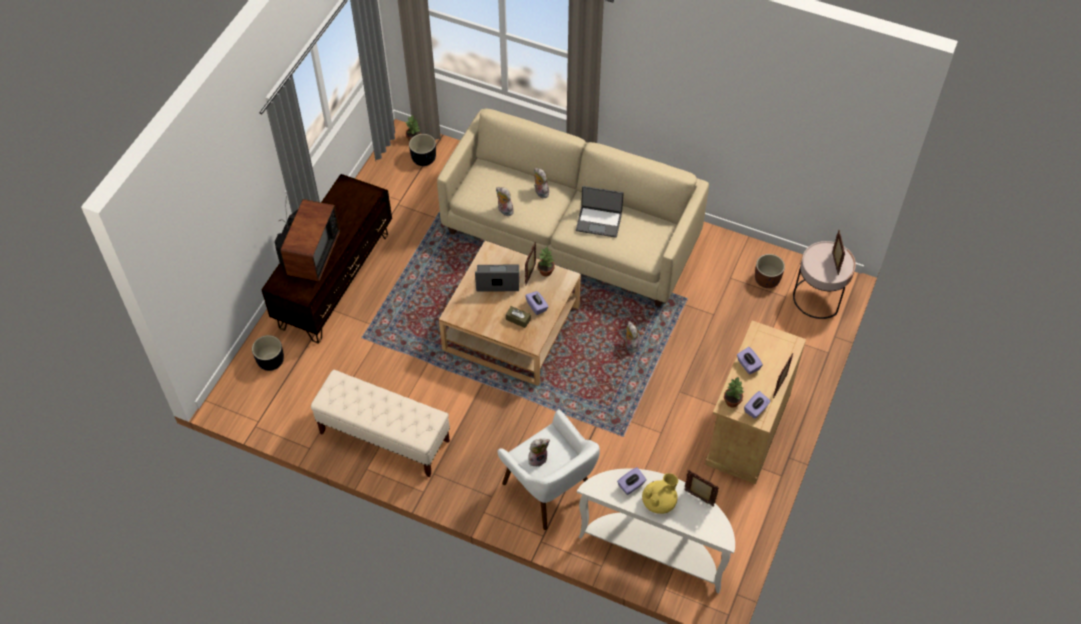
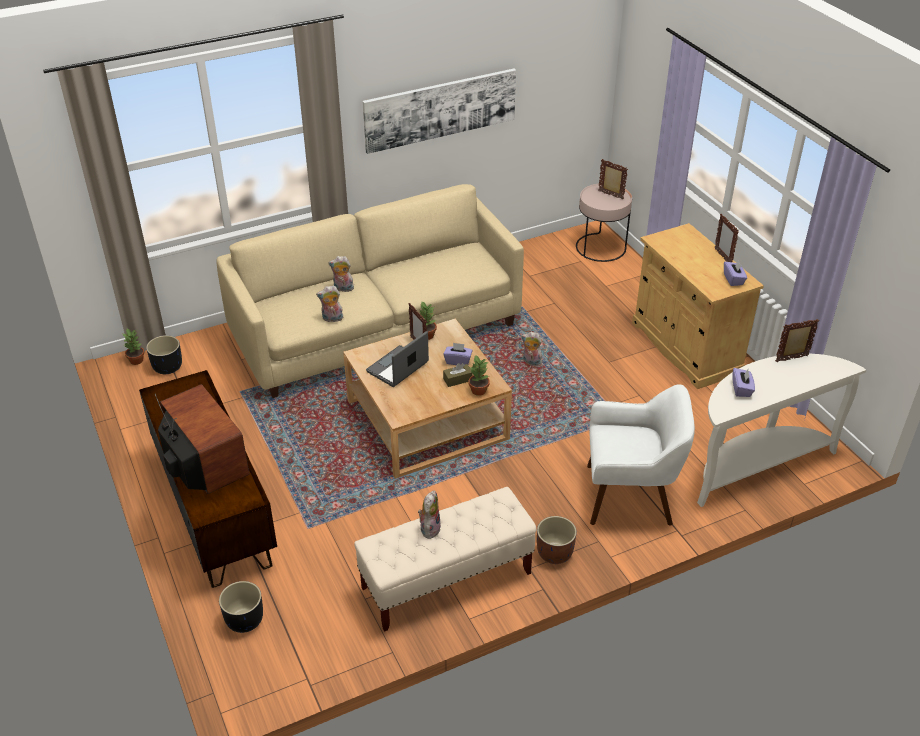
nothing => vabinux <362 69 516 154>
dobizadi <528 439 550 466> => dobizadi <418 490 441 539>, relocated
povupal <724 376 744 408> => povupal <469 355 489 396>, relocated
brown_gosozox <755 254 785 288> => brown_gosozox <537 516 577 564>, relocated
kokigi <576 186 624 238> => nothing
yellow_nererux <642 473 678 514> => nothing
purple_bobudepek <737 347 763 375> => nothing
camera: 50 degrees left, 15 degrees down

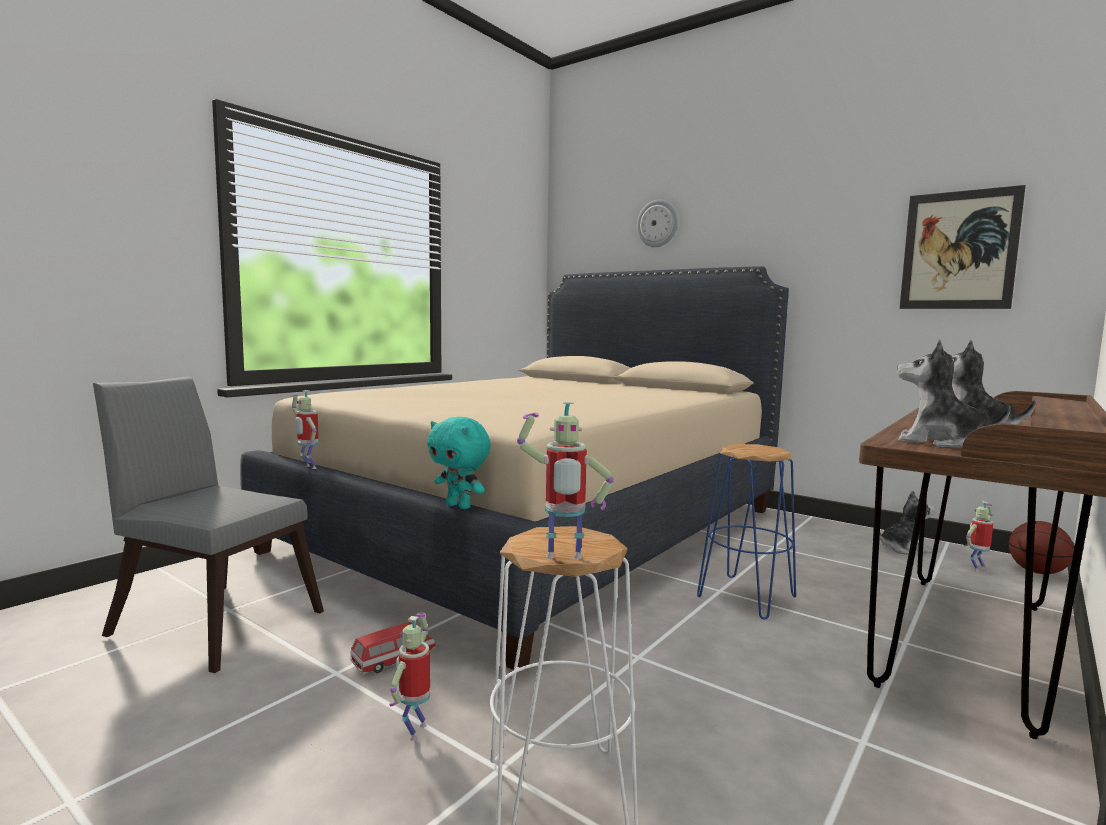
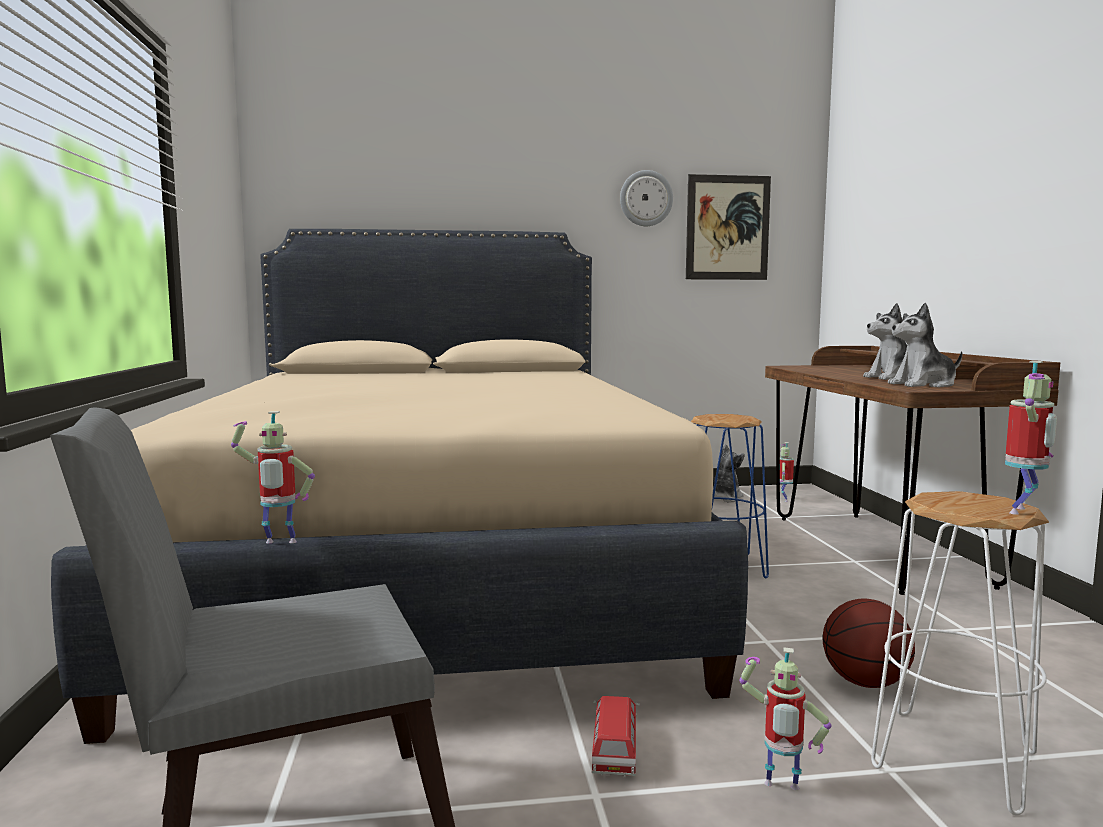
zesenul <637 199 678 247> => zesenul <620 170 673 226>, relocated
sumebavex <389 613 430 741> => sumebavex <739 647 831 790>, 45 degrees counterclockwise
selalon <1009 521 1074 574> => selalon <822 599 915 688>, relocated
turquoise_dobizadi <427 417 491 509> => nothing
camera: 45 degrees left, 0 degrees up

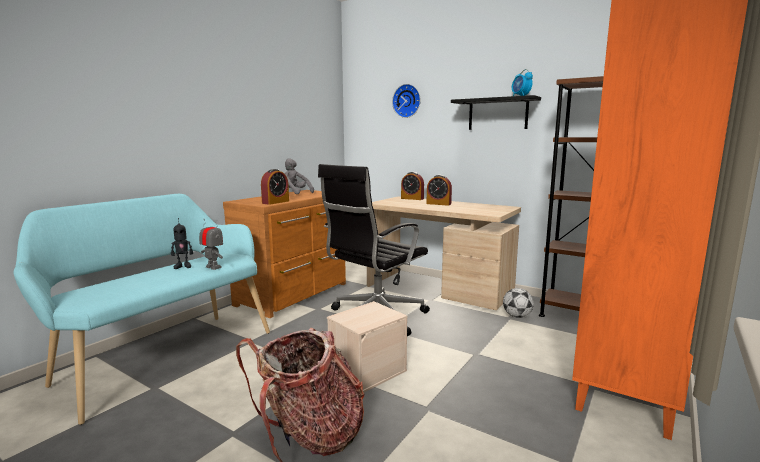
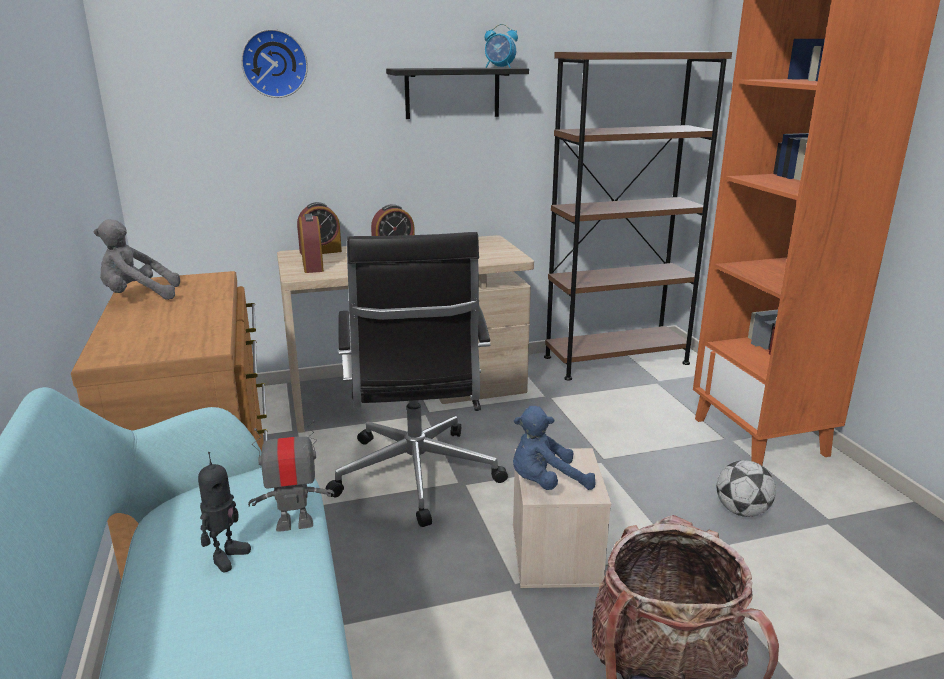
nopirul <261 169 289 205> => nopirul <299 214 324 273>, relocated
nothing => blue_dobizadi <513 406 596 490>
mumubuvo <503 288 534 318> => mumubuvo <717 460 776 517>, relocated
camera: 50 degrees left, 10 degrees up

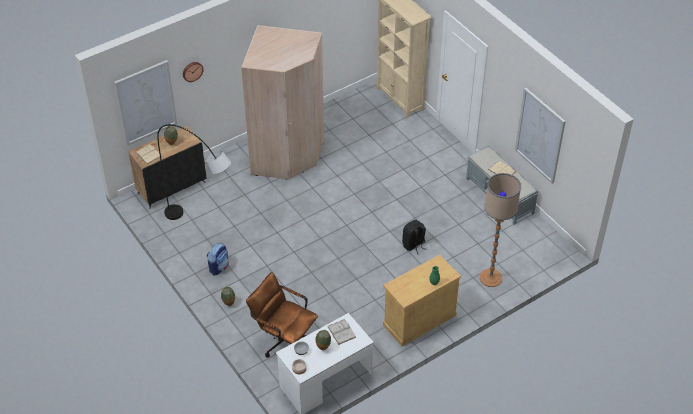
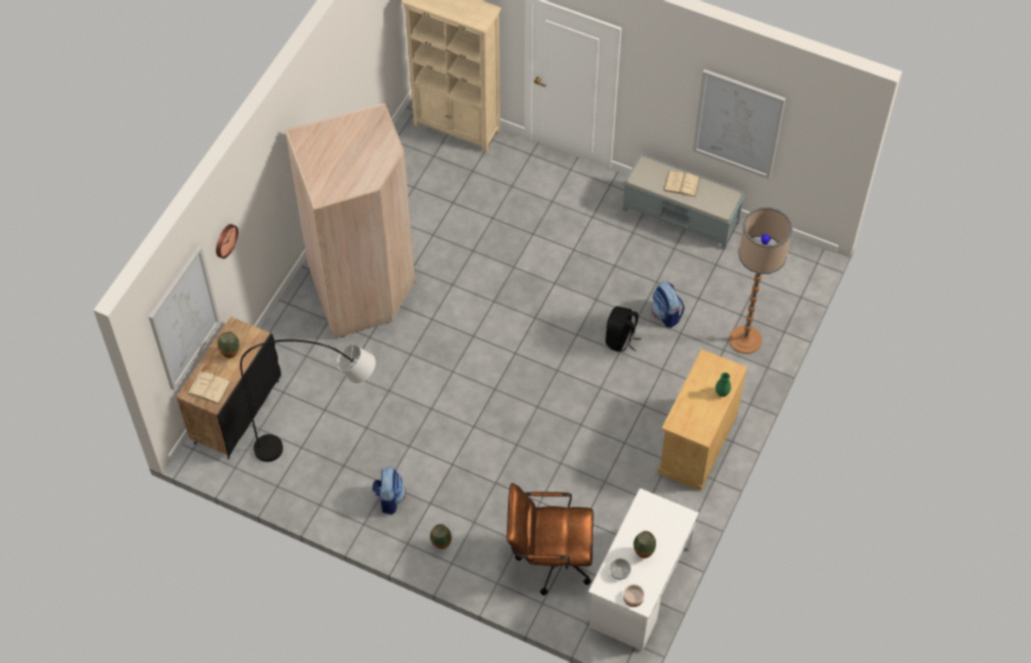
nothing => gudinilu <651 282 685 328>
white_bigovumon <327 319 356 345> => nothing
camera: 30 degrees left, 10 degrees up

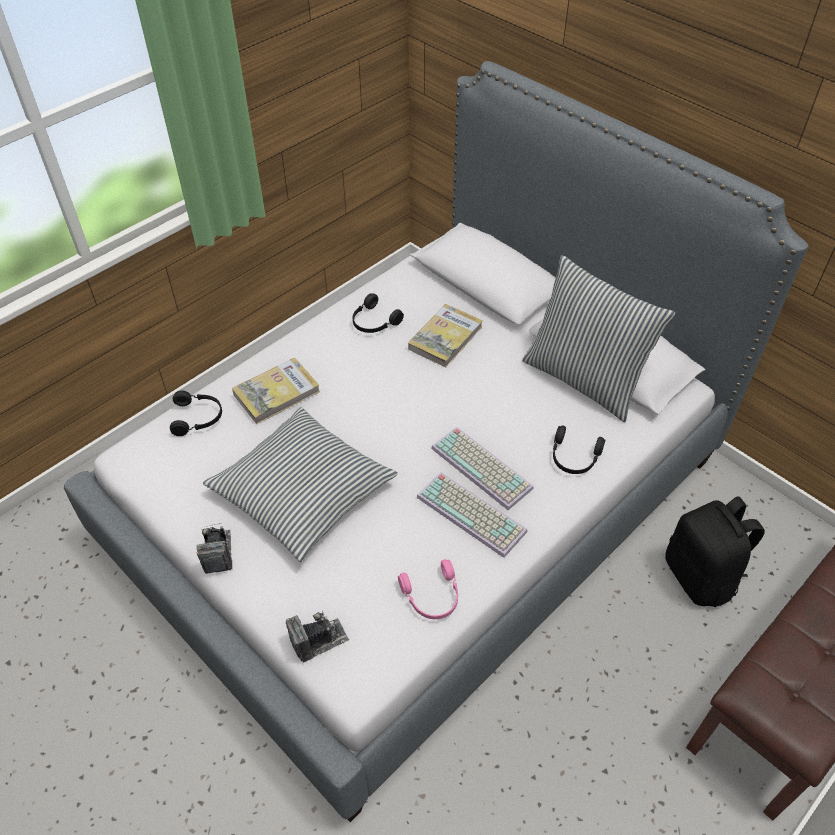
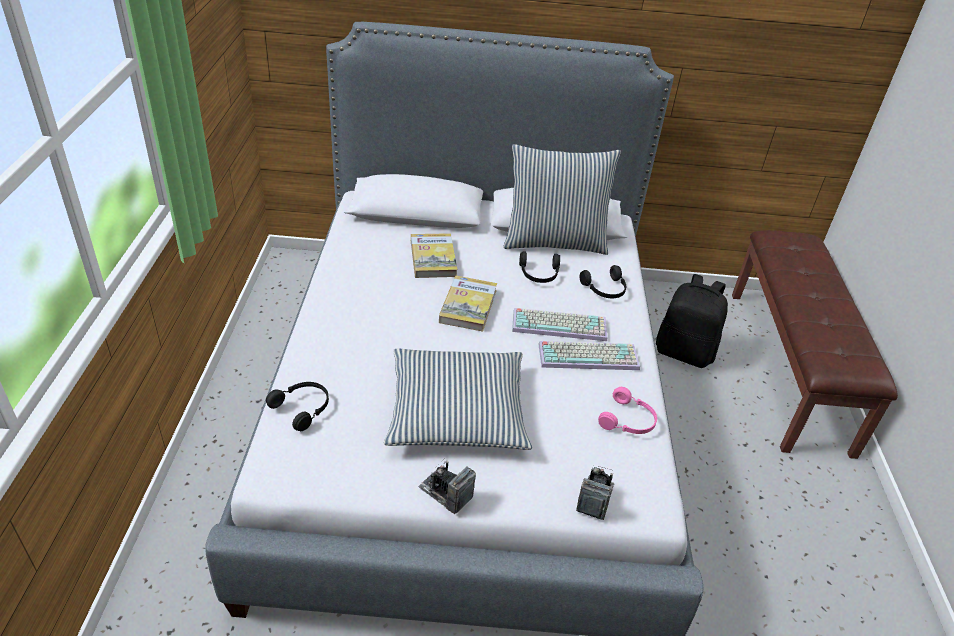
bigovumon <232 358 320 424> => bigovumon <439 276 497 332>, relocated
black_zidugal <353 293 404 333> => black_zidugal <519 251 560 283>, relocated
camera: 45 degrees left, 10 degrees down

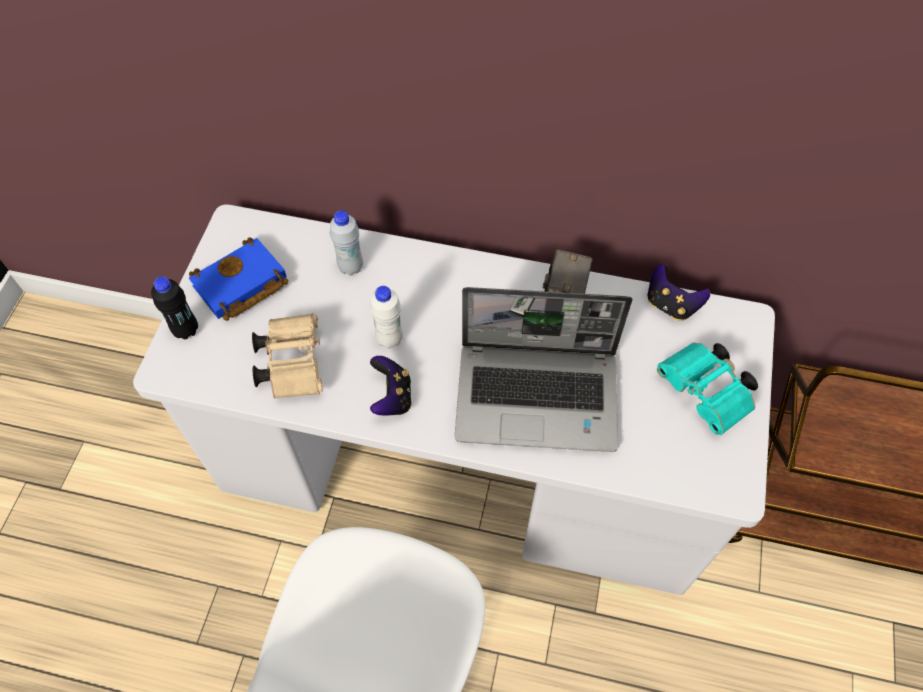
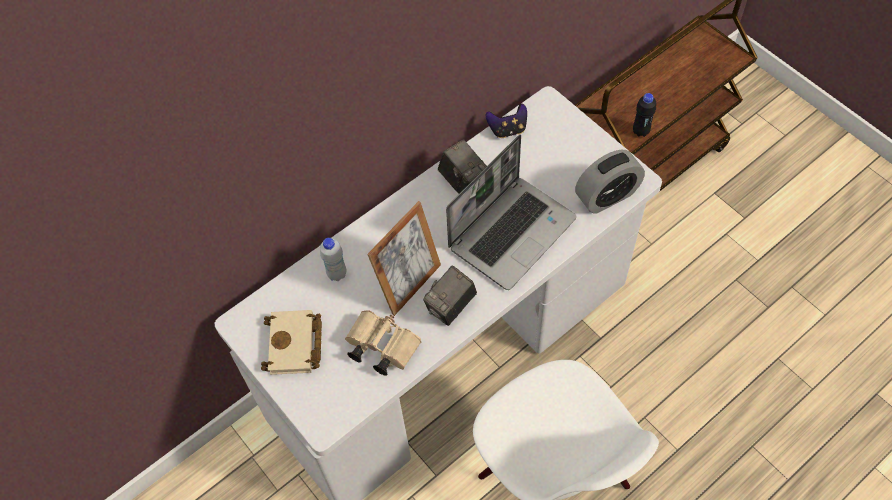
blue_bigovumon <189 237 288 321> => beige_bigovumon <261 310 322 375>
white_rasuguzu <370 286 403 348> => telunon <367 201 441 316>
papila <370 356 412 416> => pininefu <423 266 477 326>
nothing => nopirul <575 150 645 214>
black_rasuguzu <151 276 198 339> => black_rasuguzu <633 93 656 137>, relocated
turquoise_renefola <657 343 758 435> => nothing
camera: 50 degrees left, 0 degrees up

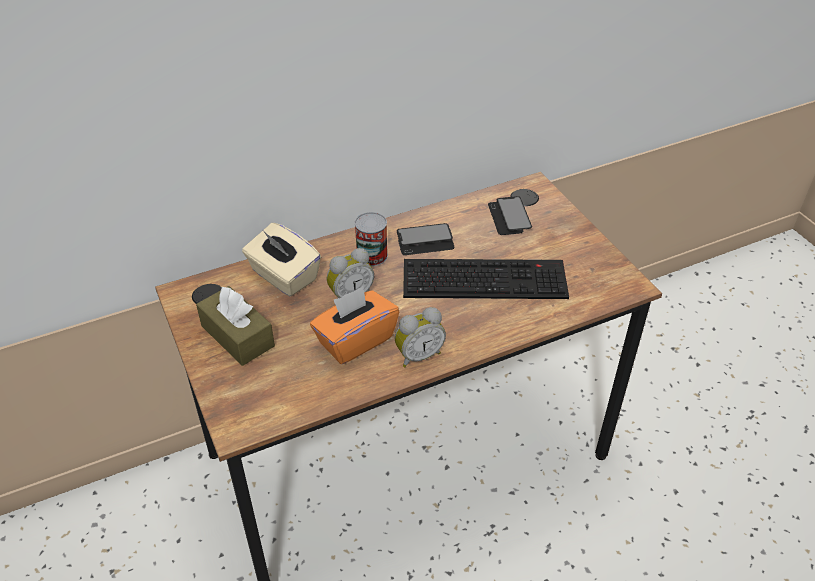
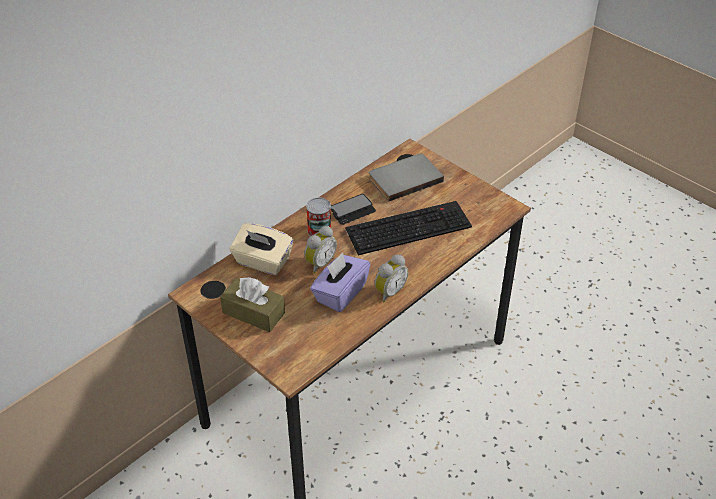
orange_bobudepek <310 287 399 364> => purple_bobudepek <310 252 370 312>
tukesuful <488 196 532 235> => grey_bigovumon <369 154 444 202>
camera: 20 degrees left, 0 degrees up

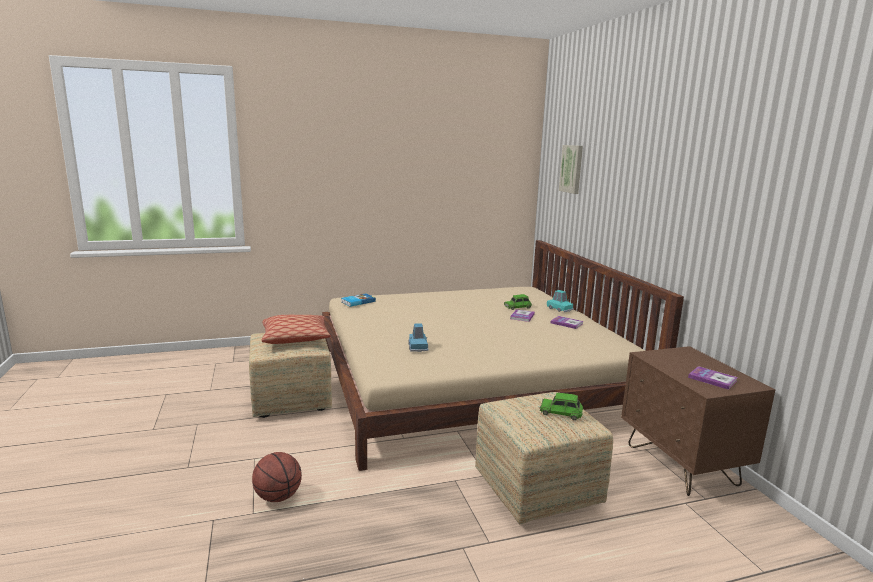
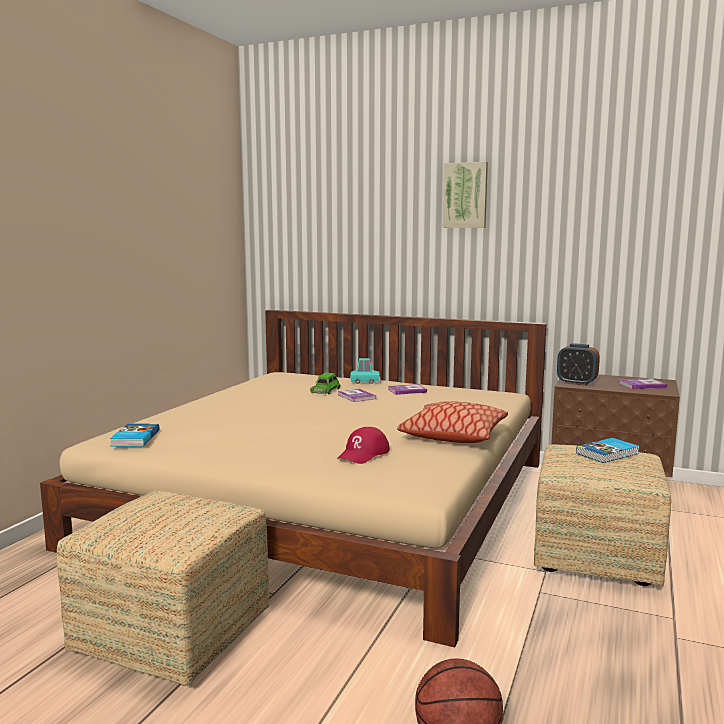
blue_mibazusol <408 323 429 352> => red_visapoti <337 427 390 464>
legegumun <261 315 331 344> => legegumun <397 401 508 443>, relocated
vabinux <559 145 583 194> => vabinux <443 162 488 228>, relocated
nothing => nopirul <557 343 600 386>
green_mibazusol <540 393 583 420> => bigovumon <576 438 640 463>
camera: 50 degrees left, 5 degrees down

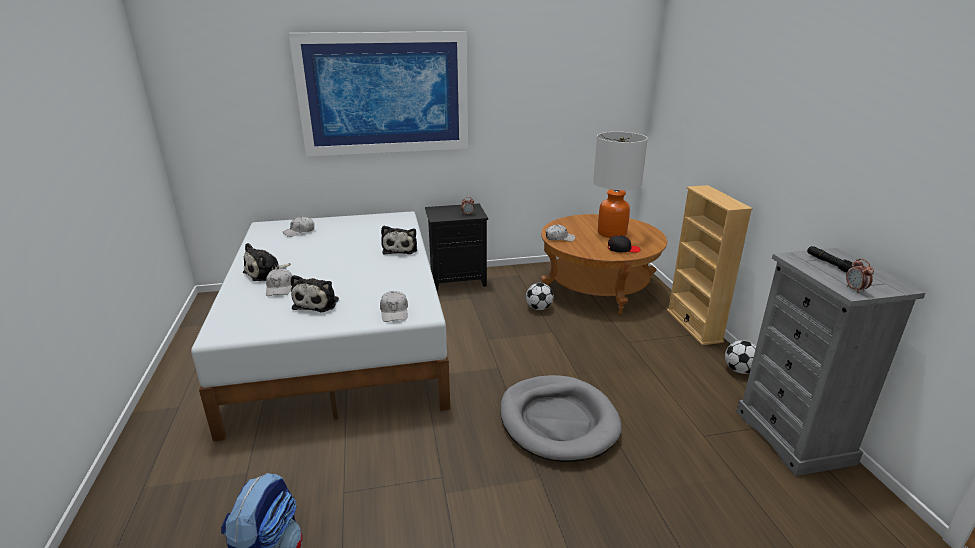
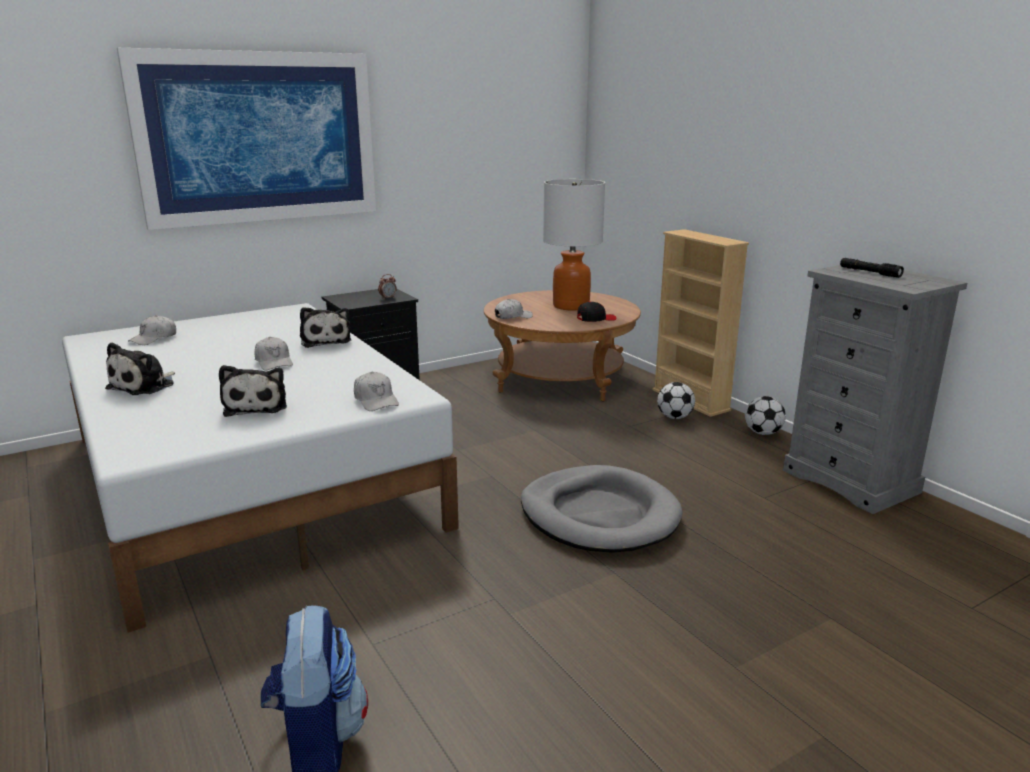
white_visapoti <266 269 292 296> => white_visapoti <255 337 293 371>, relocated
mumubuvo <526 283 554 310> => mumubuvo <657 382 695 419>, relocated
nopirul <846 258 874 293> => nothing
camera: 20 degrees left, 5 degrees down

